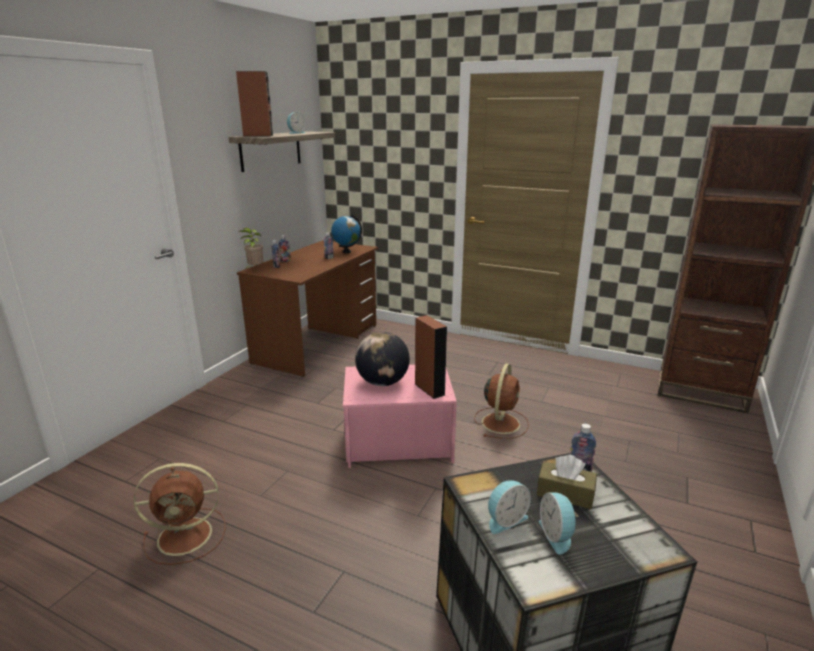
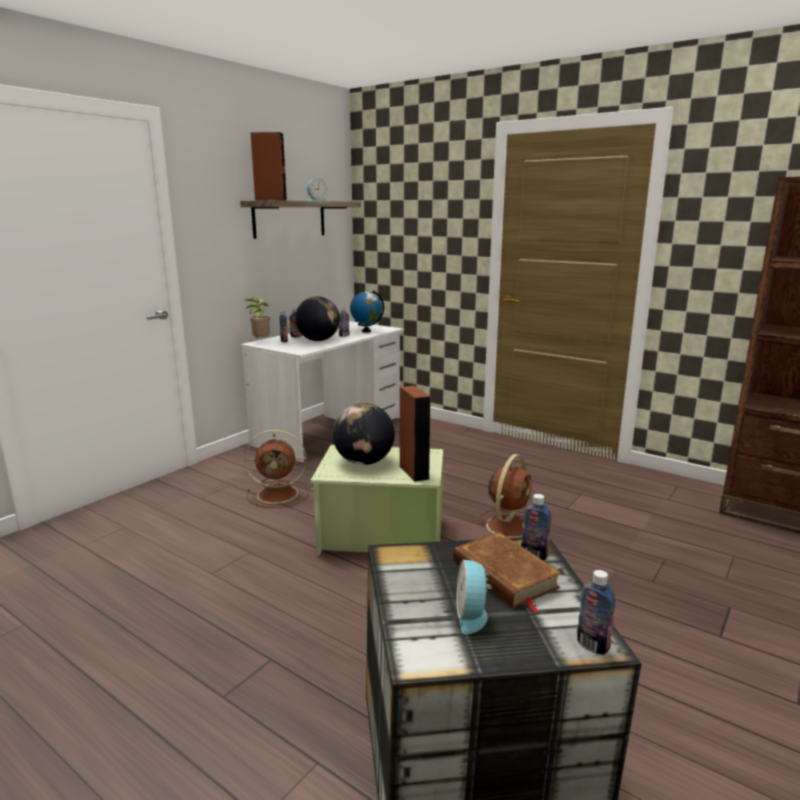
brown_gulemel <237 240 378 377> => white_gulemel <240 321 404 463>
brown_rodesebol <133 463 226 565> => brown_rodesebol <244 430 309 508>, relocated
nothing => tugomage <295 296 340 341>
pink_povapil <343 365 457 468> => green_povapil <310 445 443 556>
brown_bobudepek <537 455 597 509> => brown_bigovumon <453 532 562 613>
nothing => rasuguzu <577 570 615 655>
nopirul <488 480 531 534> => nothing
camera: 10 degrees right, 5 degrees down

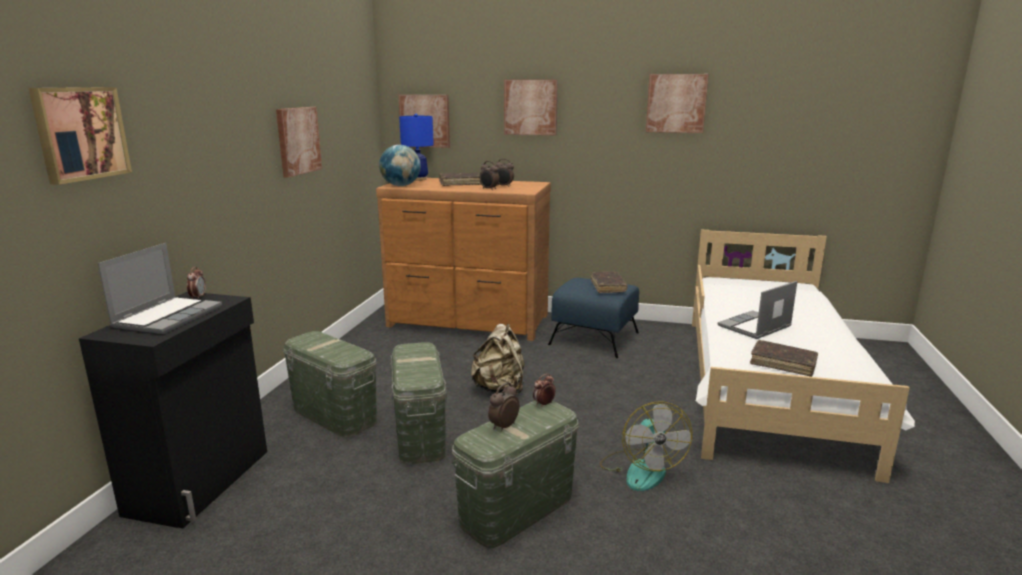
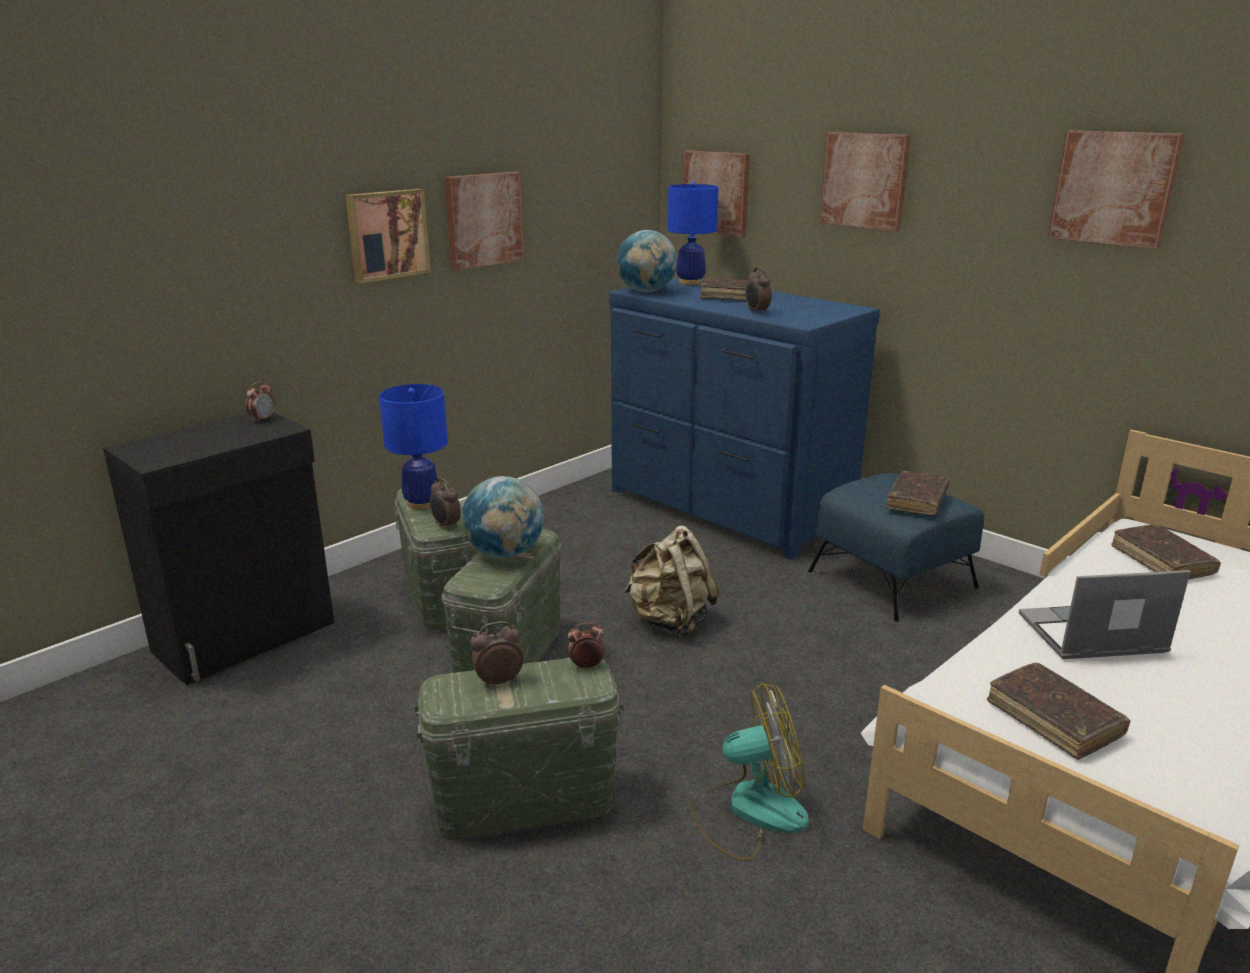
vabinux <28 87 132 185> => vabinux <346 189 431 283>, relocated
nothing => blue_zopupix <379 384 448 510>
nopirul <495 159 514 187> => nopirul <430 478 461 531>, relocated
nothing => tugomage <462 476 544 558>
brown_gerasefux <376 178 551 341> => blue_gerasefux <609 277 880 560>
rodesebol <600 402 693 491> => rodesebol <690 683 809 861>, 120 degrees counterclockwise
nothing => brown_bigovumon <1111 525 1221 579>
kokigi <98 243 222 334> => nothing
camera: 30 degrees right, 5 degrees up

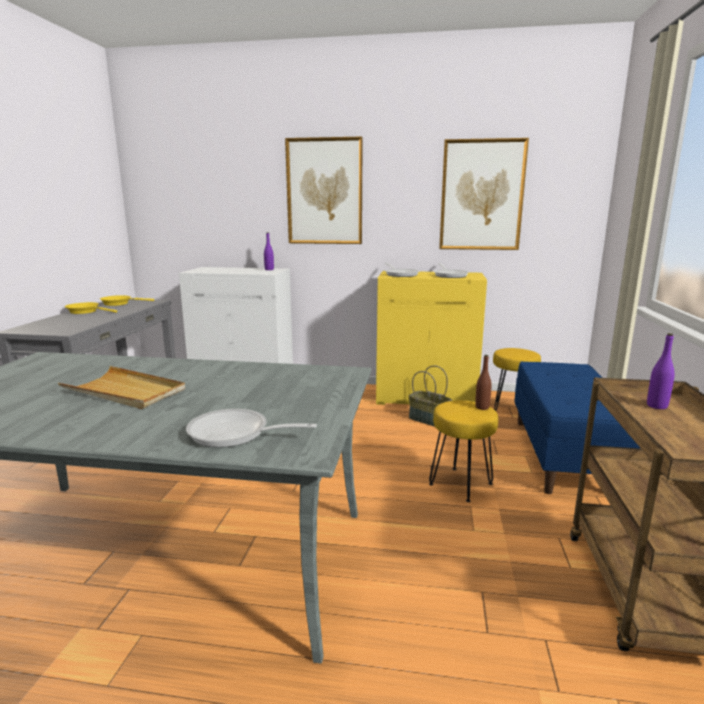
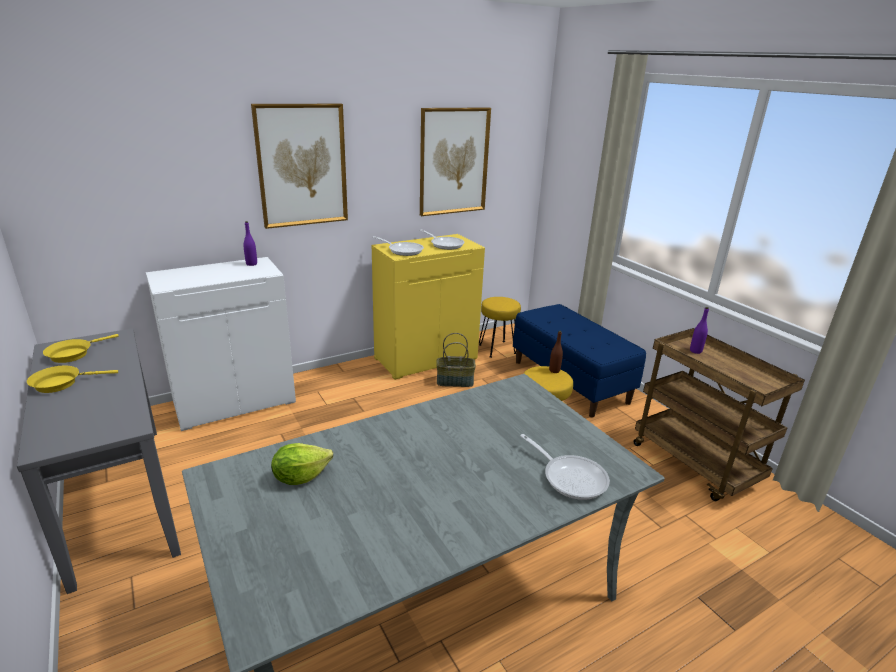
nothing => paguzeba <271 443 333 485>
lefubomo <186 409 317 448> => lefubomo <520 434 610 500>, 105 degrees counterclockwise
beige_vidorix <58 366 185 409> => nothing
camera: 40 degrees left, 10 degrees up

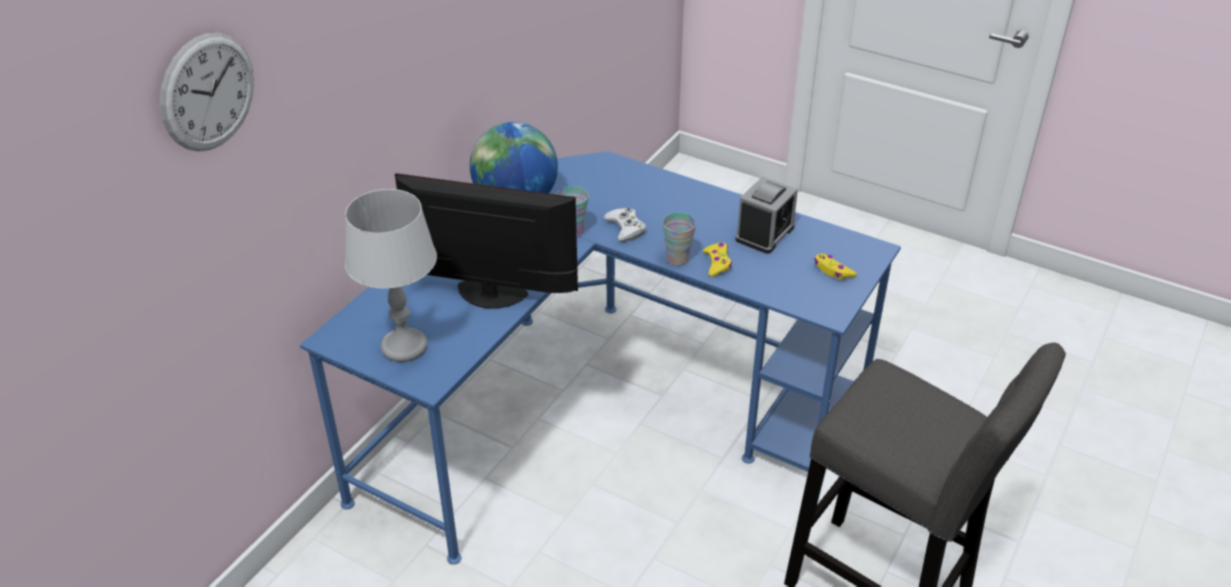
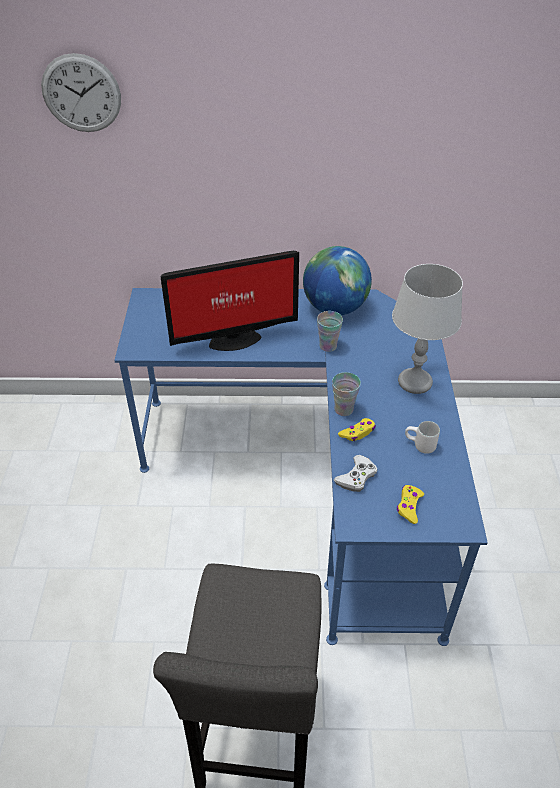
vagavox <395 173 578 309> => vagavox <161 251 299 351>, 90 degrees clockwise
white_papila <604 208 646 242> => white_papila <334 455 377 492>, relocated
grey_zopupix <345 189 437 362> => grey_zopupix <392 264 463 394>, relocated
nopirul <736 176 798 254> => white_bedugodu <405 421 440 454>
camera: 60 degrees right, 5 degrees up

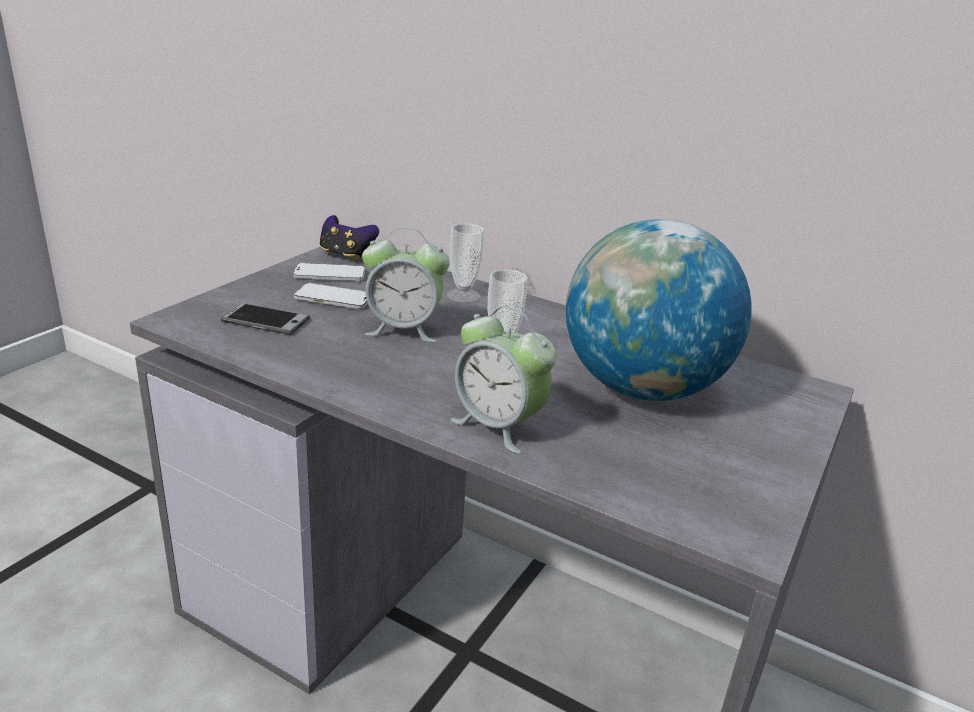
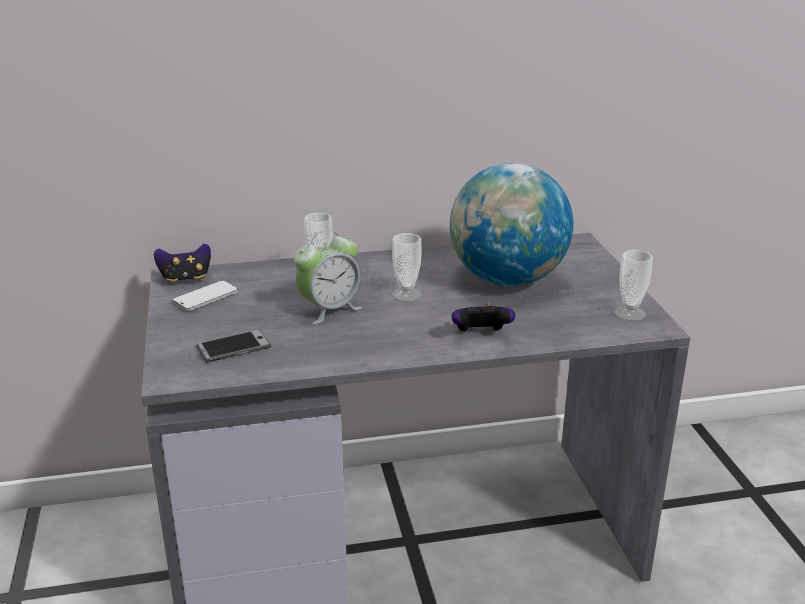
nopirul <451 306 556 454> => papila <452 303 515 332>
nothing => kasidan <615 250 653 321>
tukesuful <294 283 368 309> => nothing
camera: 40 degrees left, 0 degrees up

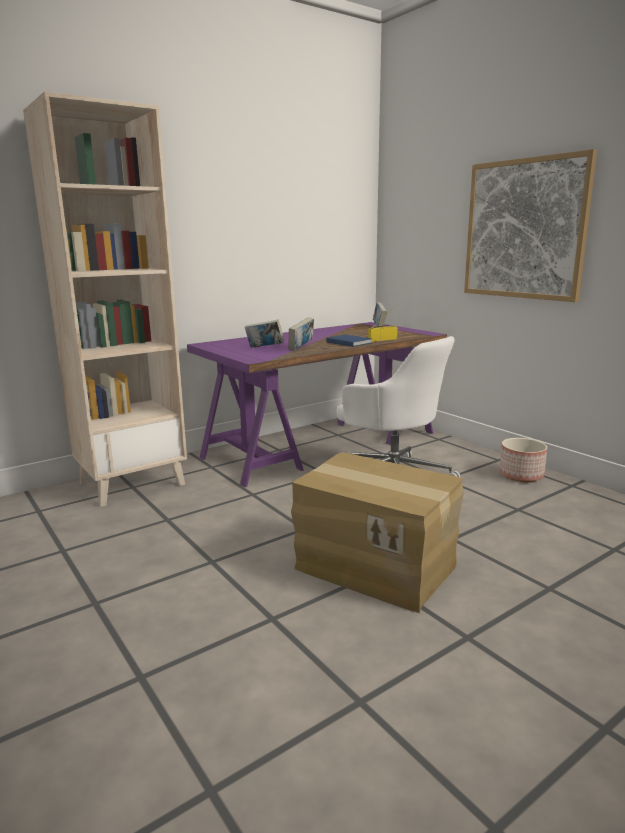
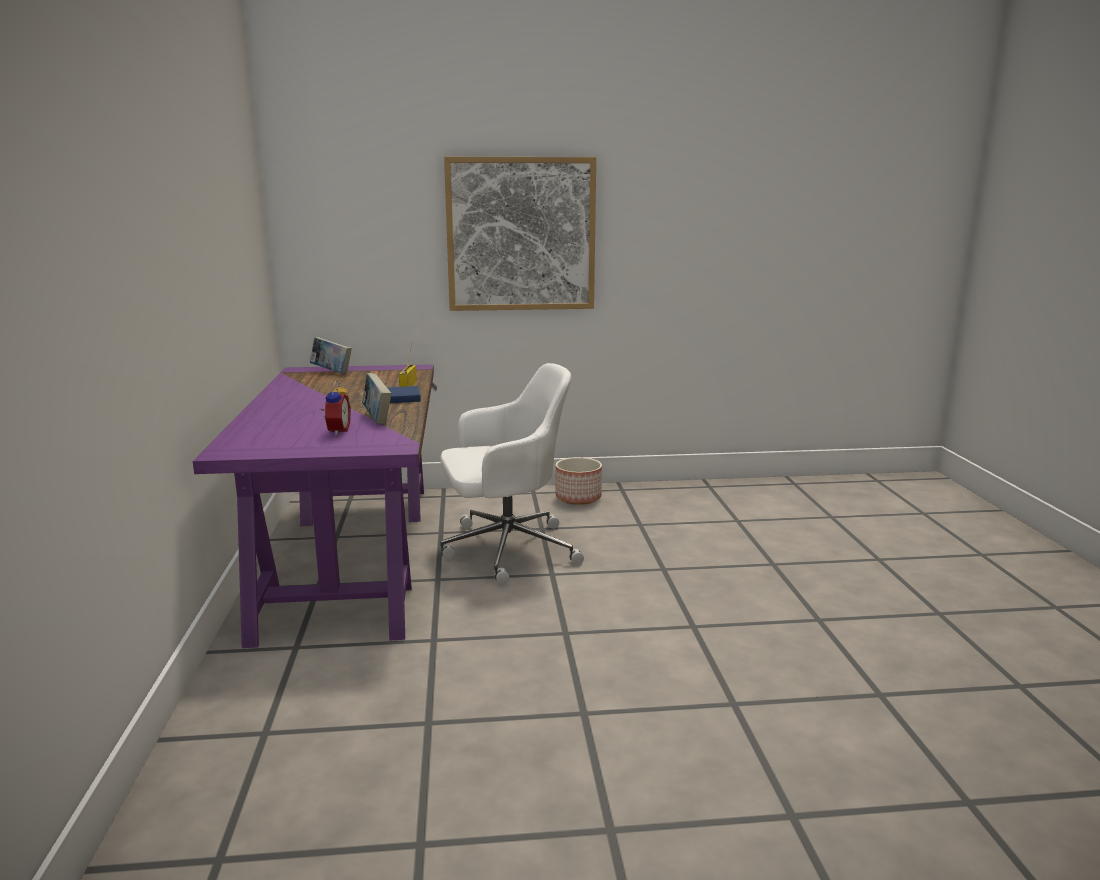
bigovumon <245 320 284 348> => nopirul <320 381 351 436>
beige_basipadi <23 91 187 507> => nothing
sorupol <291 452 464 613> => nothing
camera: 60 degrees left, 0 degrees up

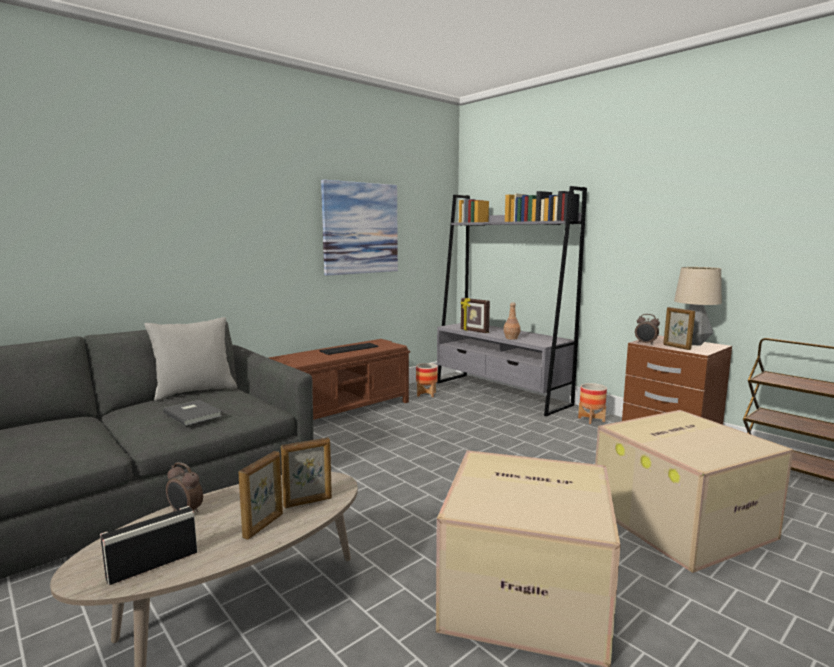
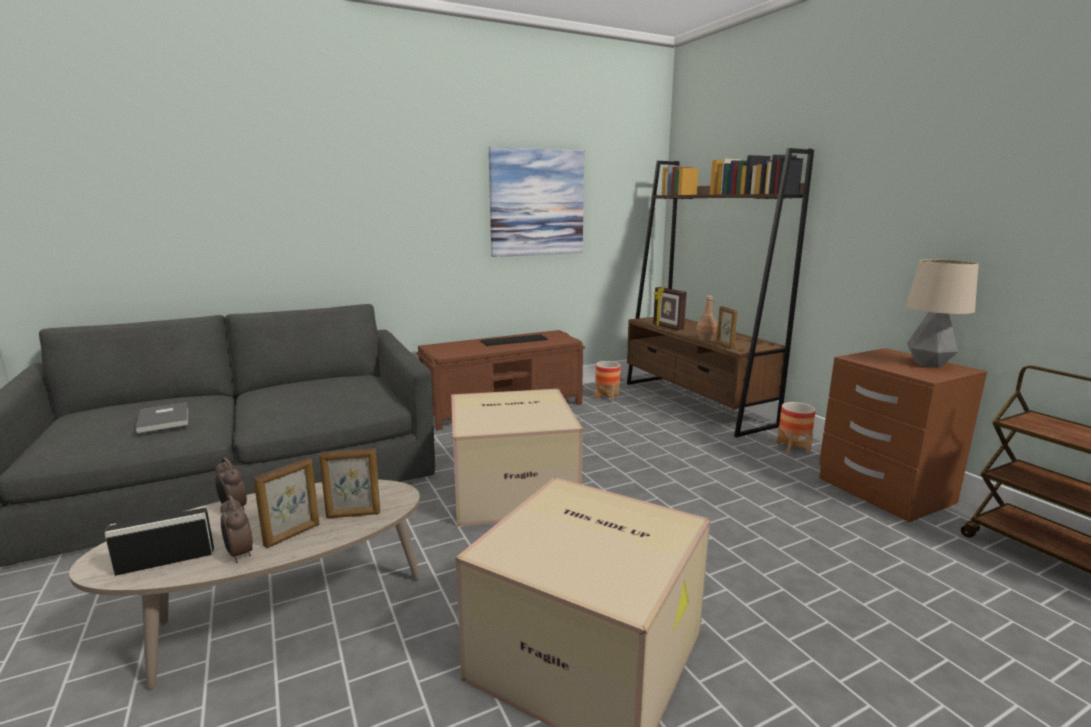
grey_bigovumon <163 400 222 426> => grey_bigovumon <135 402 188 434>, relocated
nopirul <635 314 660 345> => nopirul <220 495 253 563>, relocated
sorupol <595 410 794 573> => sorupol <451 389 583 527>, relocated
grey_basipadi <437 186 587 416> => brown_basipadi <627 148 814 437>
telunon <663 307 695 350> => telunon <716 306 738 349>, relocated
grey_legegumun <144 317 237 401> => nothing
camera: 15 degrees right, 5 degrees up

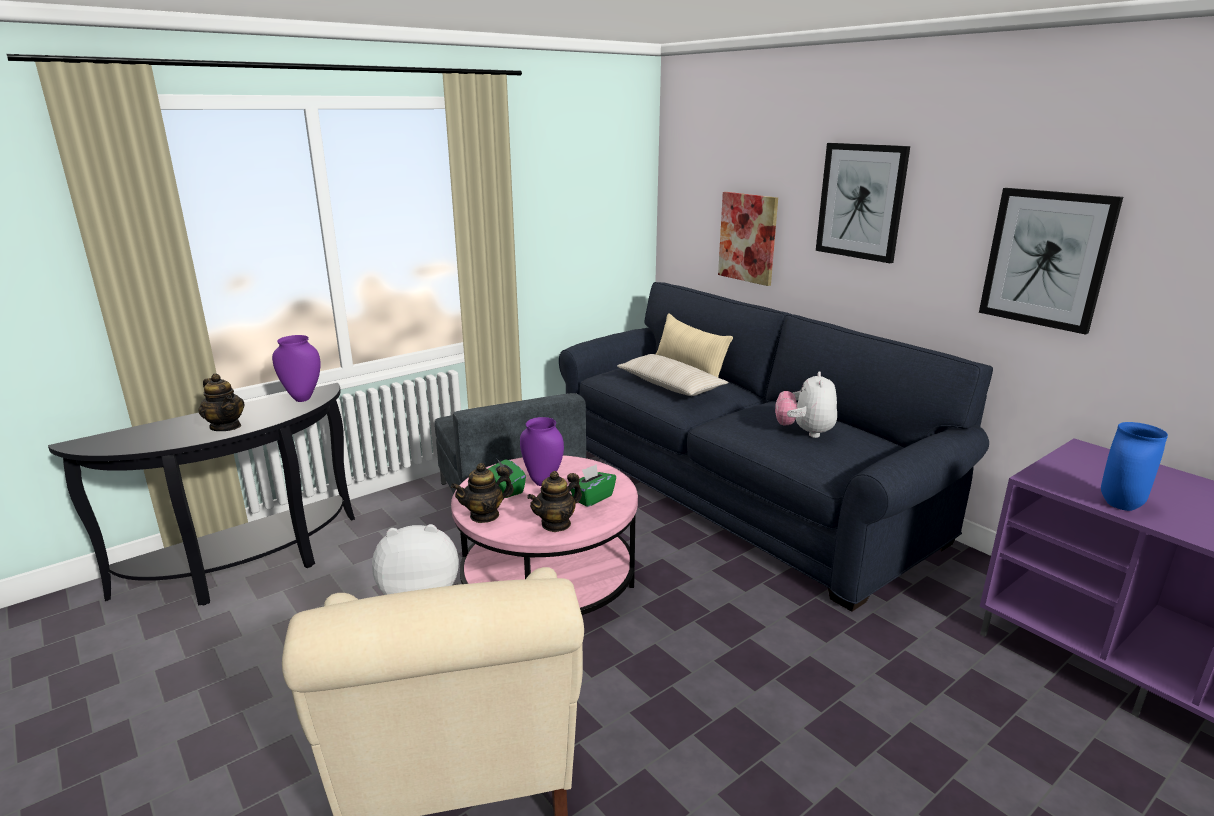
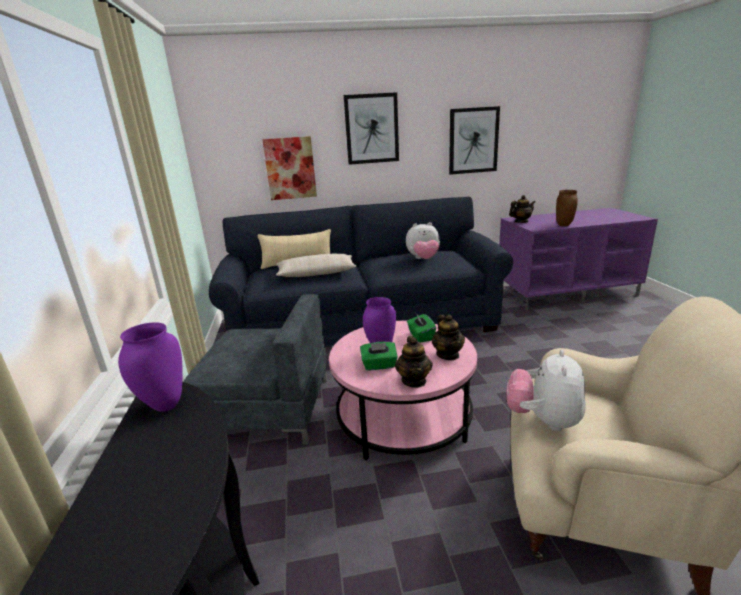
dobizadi <775 371 837 438> => dobizadi <406 222 440 259>, 45 degrees counterclockwise
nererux <198 374 245 431> => nererux <509 195 535 223>, relocated
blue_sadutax <1101 422 1168 511> => brown_sadutax <556 190 578 226>
camera: 60 degrees left, 0 degrees up

